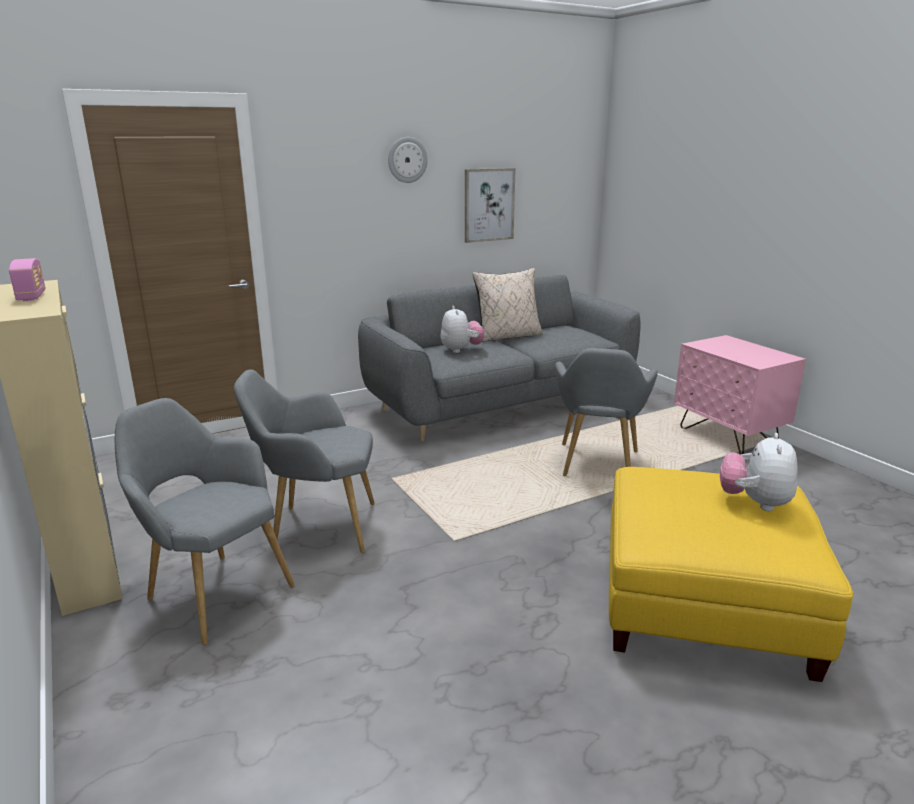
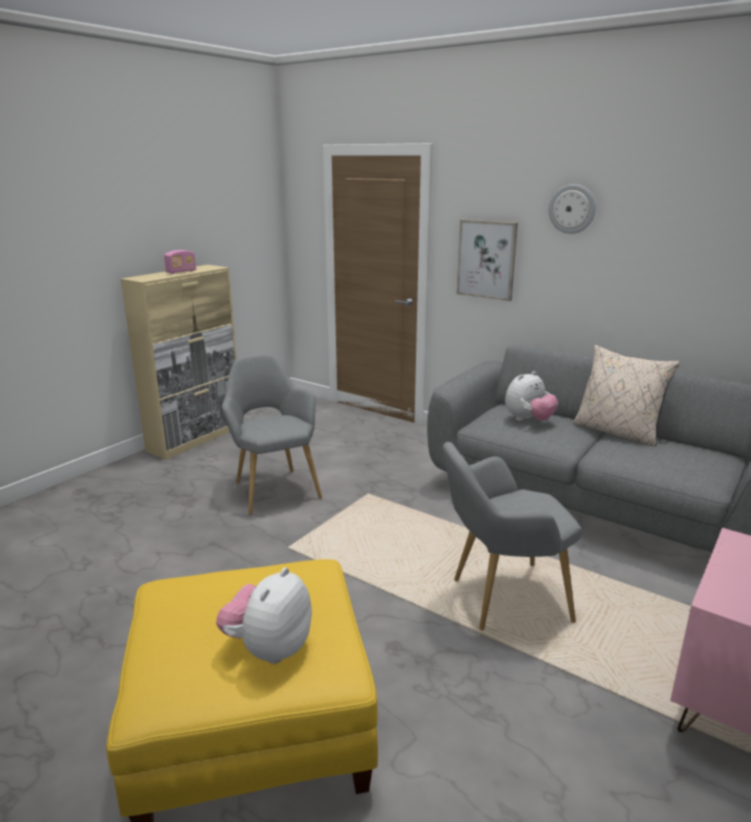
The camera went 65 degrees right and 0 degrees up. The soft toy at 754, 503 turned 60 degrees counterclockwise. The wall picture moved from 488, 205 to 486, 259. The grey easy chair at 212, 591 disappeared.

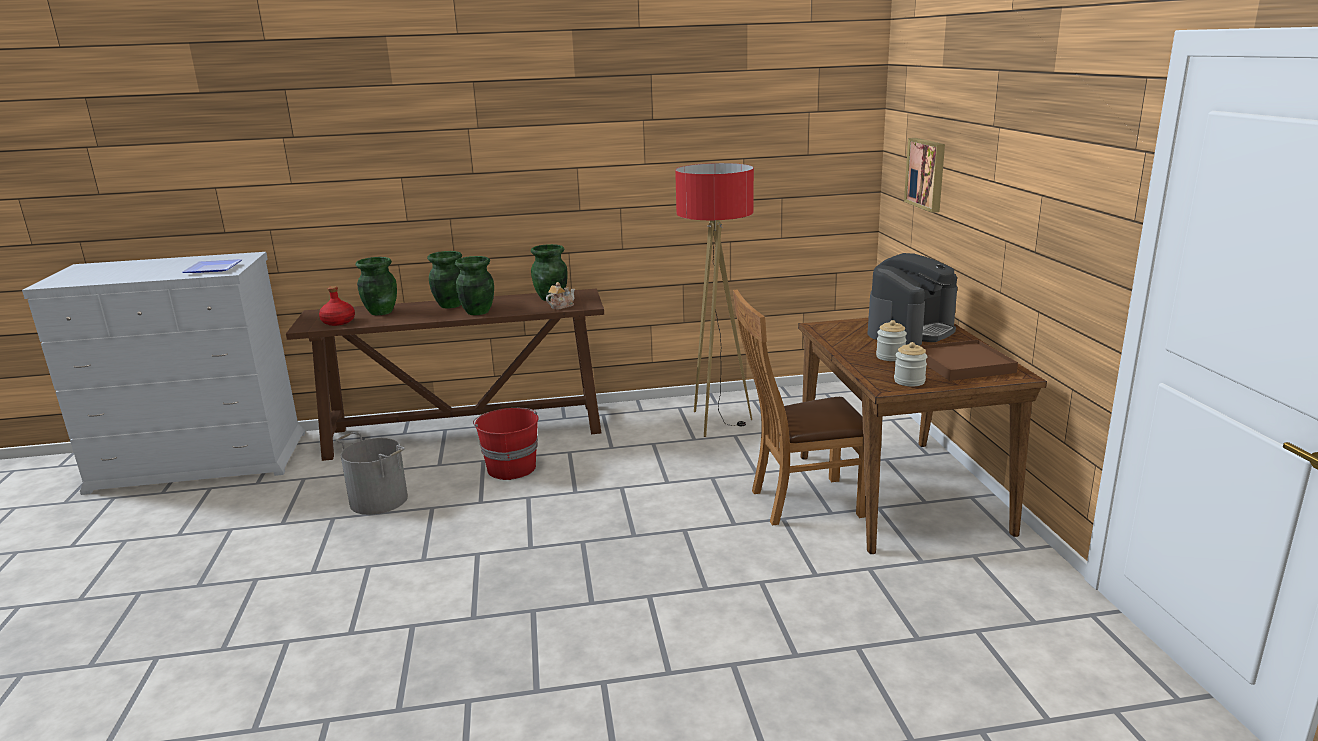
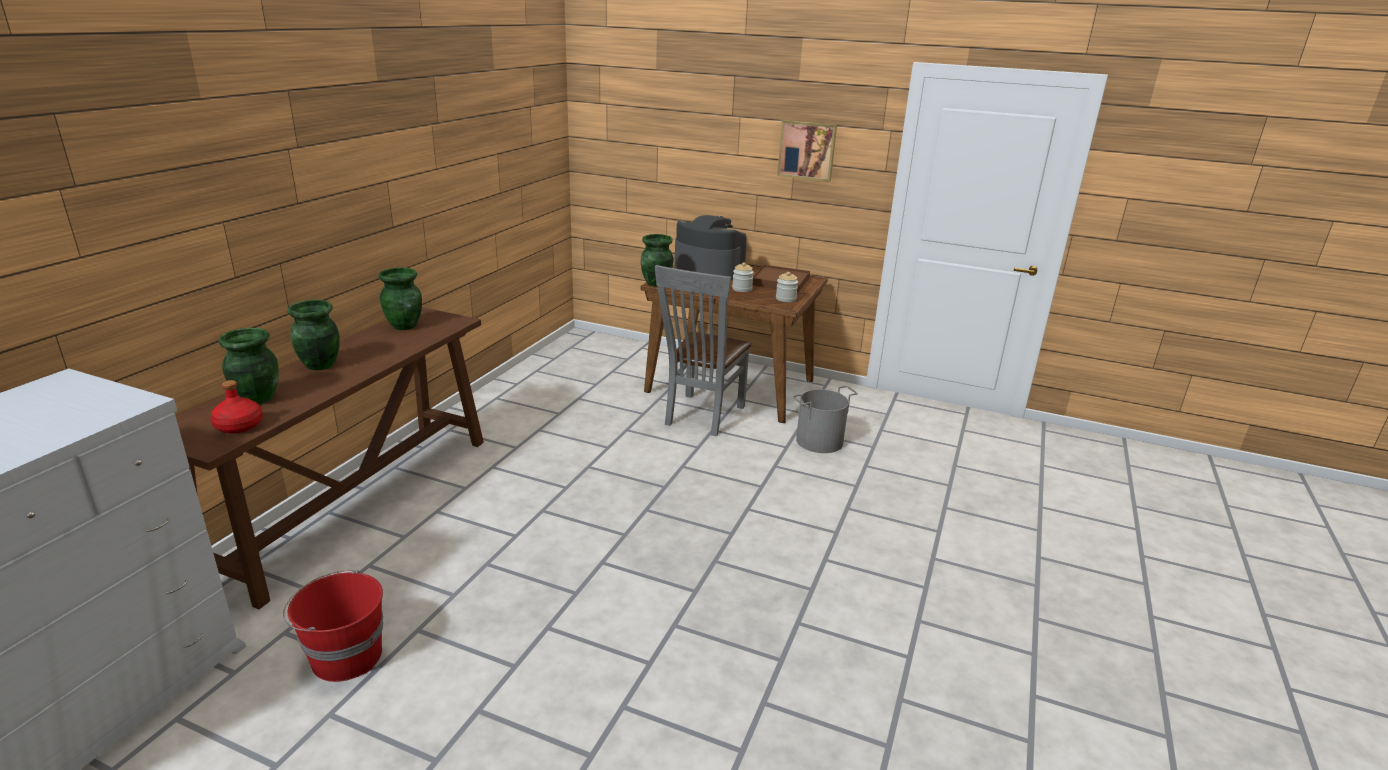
The camera went 60 degrees left and 5 degrees up. The reddish bucket moved from 511, 468 to 345, 656. The greenish decorative vase moved from 477, 312 to 656, 283. The brown-coloured plain chair at 799, 502 became the grey plain chair at 701, 417. The coffee maker at 911, 330 turned 45 degrees counterclockwise. The wall picture moved from 927, 174 to 807, 150. The grey bucket moved from 378, 500 to 820, 441. The flat dish at 211, 269 disappeared. The teapot at 561, 306 disappeared. The standing lamp at 717, 422 disappeared.

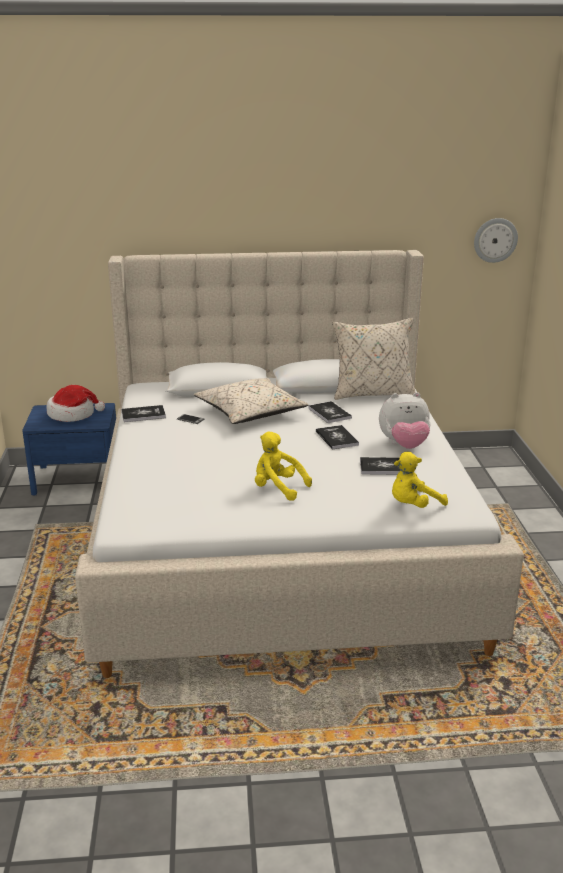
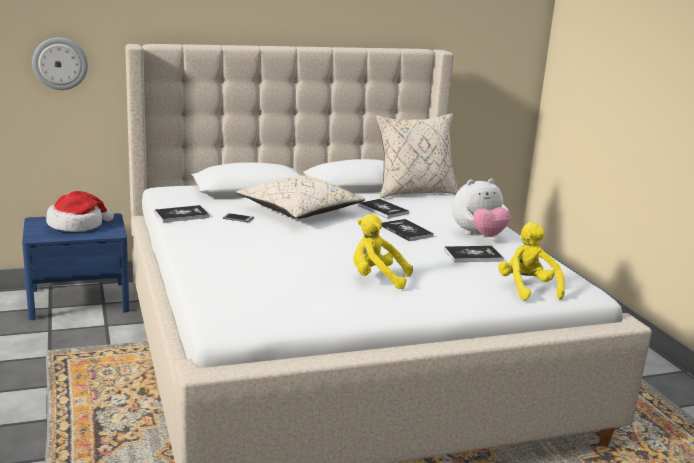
The camera went 15 degrees left and 5 degrees down. The clock on the wall moved from 495, 240 to 60, 63. The yellowish soft toy at 413, 505 turned 120 degrees clockwise.

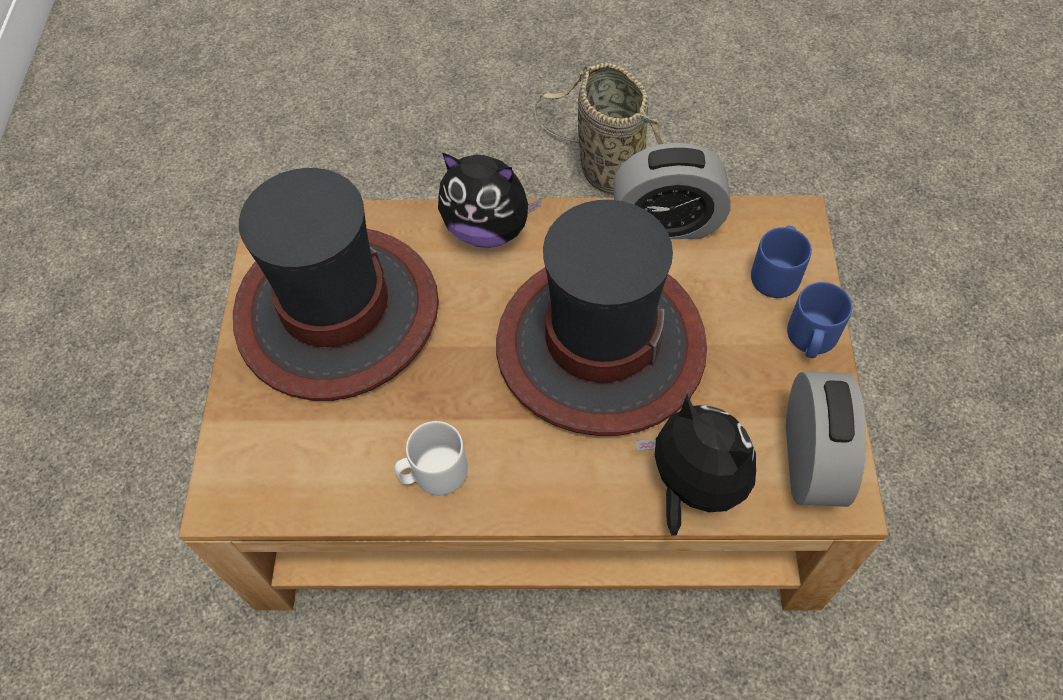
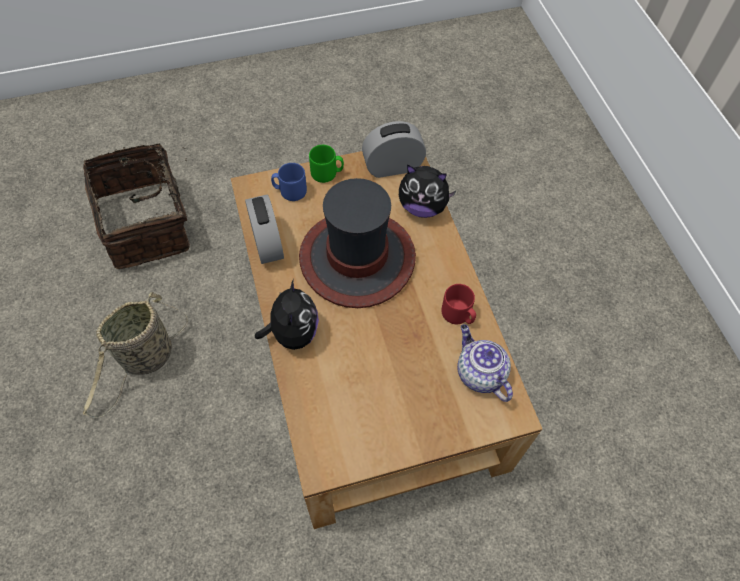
The camera went 110 degrees left and 0 degrees up. The basket at 148, 224 appeared. The bluish tea mug at 811, 339 became the greenish tea mug at 327, 173. The soft toy at 692, 486 turned 105 degrees counterclockwise. The whitish tea mug at 433, 474 became the reddish tea mug at 458, 315. The teapot at 479, 373 appeared. The clothing hat at 337, 313 disappeared.

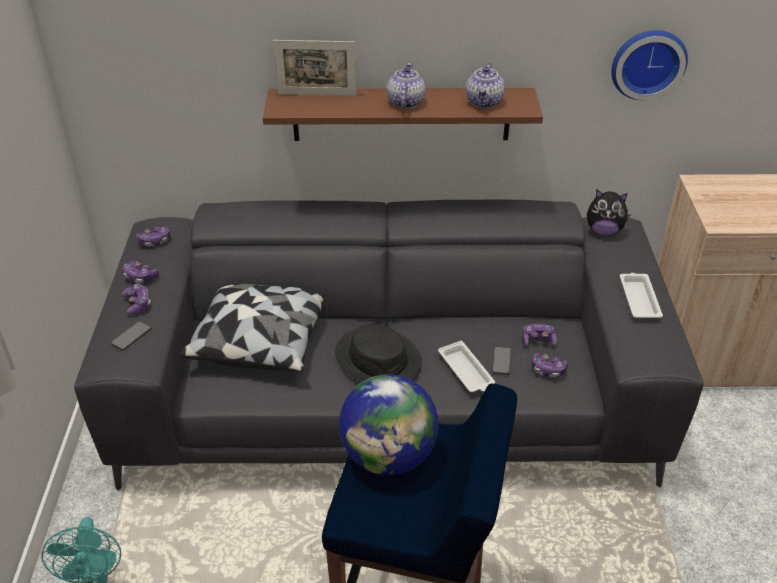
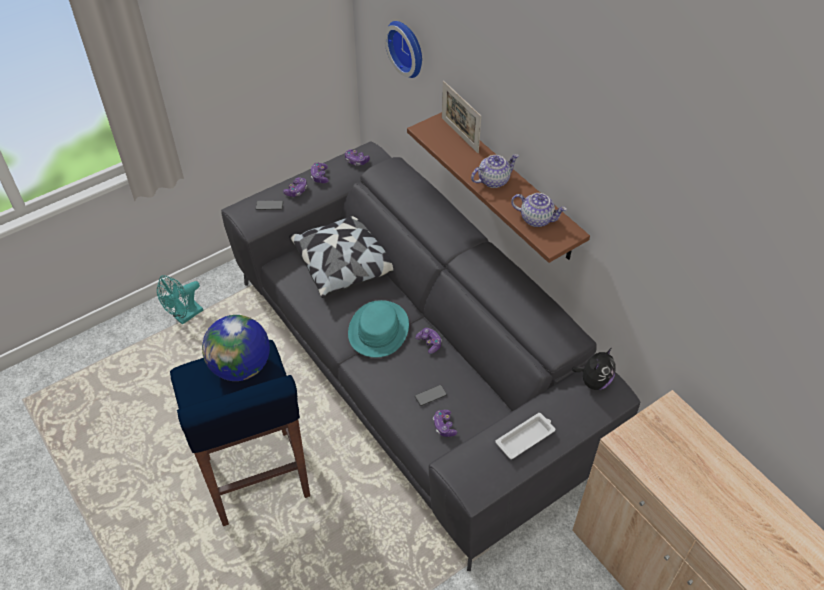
The camera went 55 degrees right and 10 degrees up. The black-coloured clothing hat at 378, 358 became the blue-green clothing hat at 379, 330. The clock on the wall moved from 647, 62 to 408, 47. The game controller moved from 538, 340 to 429, 343. The teapot at 484, 102 turned 135 degrees counterclockwise. The soft toy at 604, 230 turned 120 degrees counterclockwise. The whitish tray at 466, 371 disappeared.

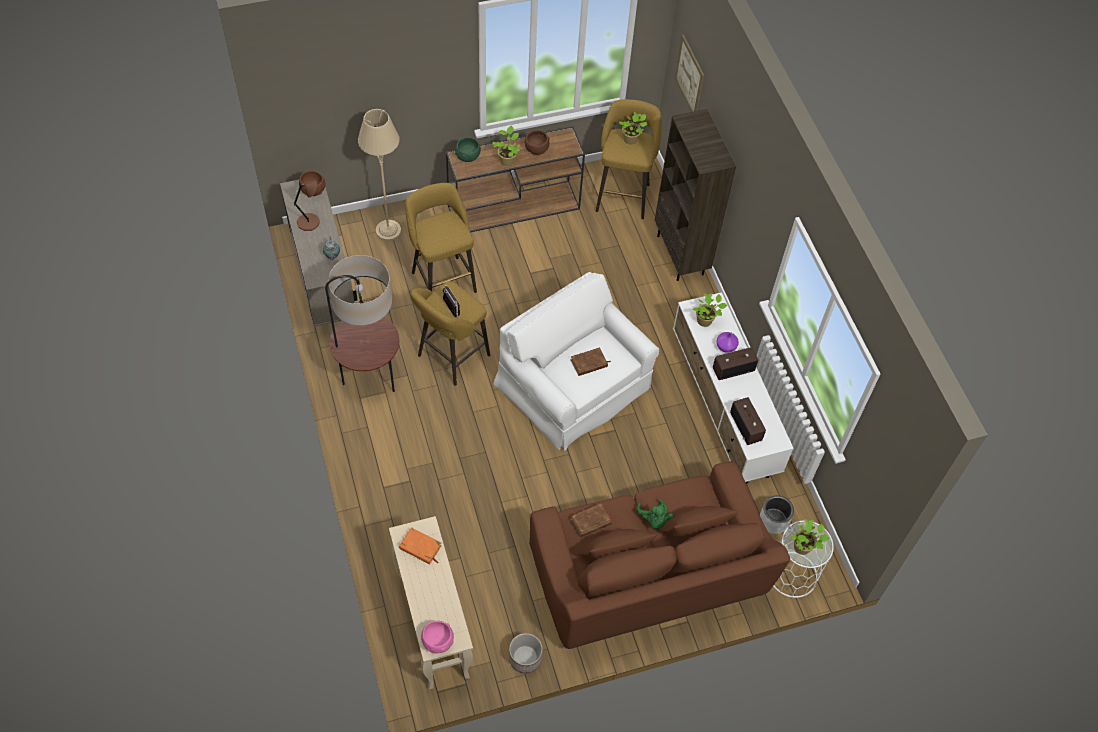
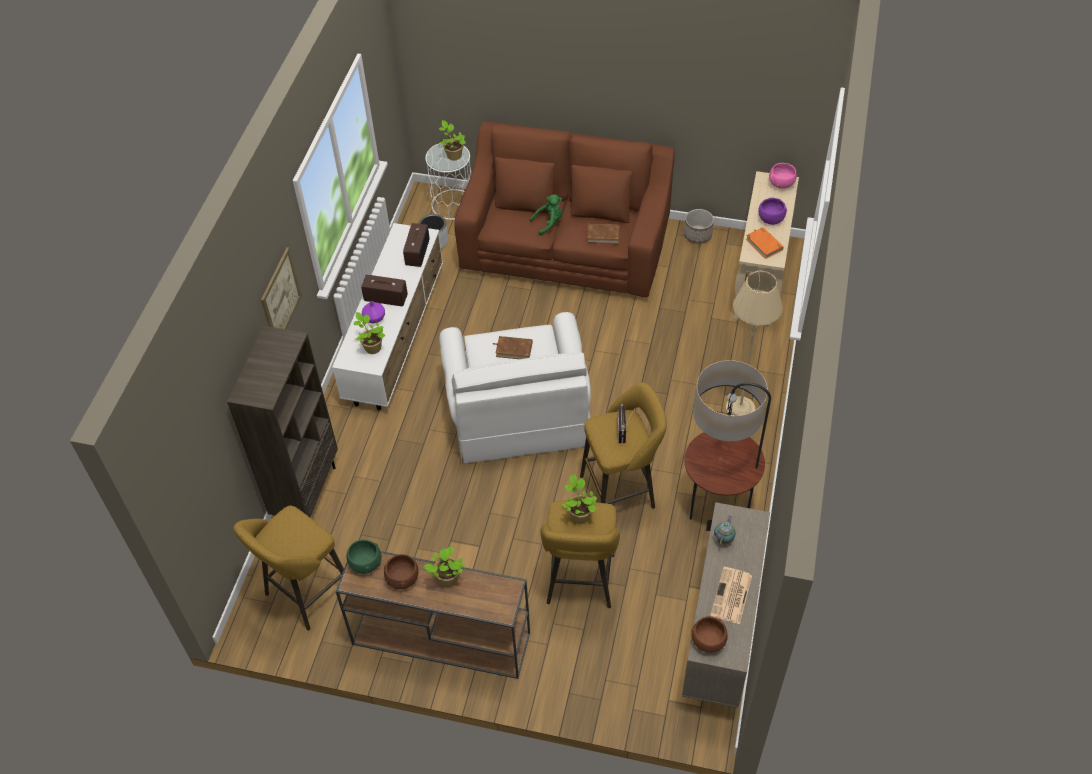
The camera went 145 degrees left and 5 degrees down. The wall picture moved from 690, 76 to 280, 297. The greenish serving bowl moved from 468, 156 to 365, 563. The greenish soft toy at 654, 519 turned 45 degrees clockwise. The plant in a pot moved from 631, 140 to 579, 514. The brown-coloured tabletop lamp at 309, 222 was replaced by the printed paper at 731, 596. The beige-coloured standing lamp moved from 388, 231 to 740, 409. The purple-coloured serving bowl at 770, 218 appeared.

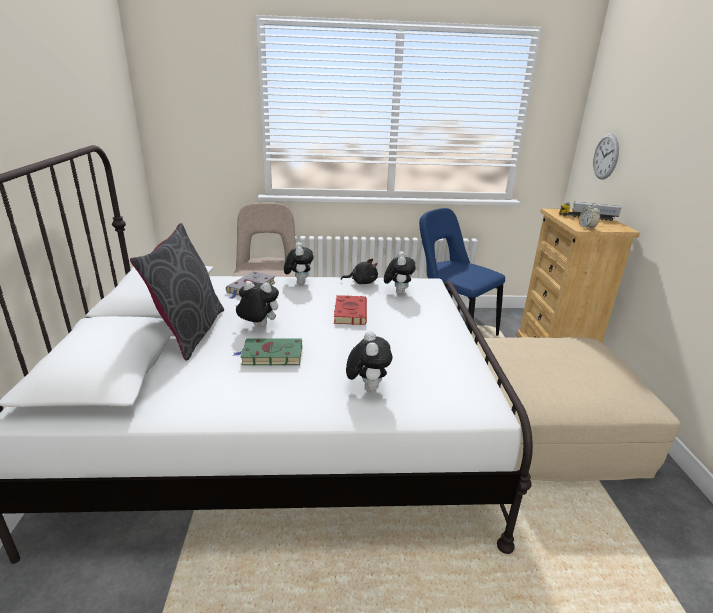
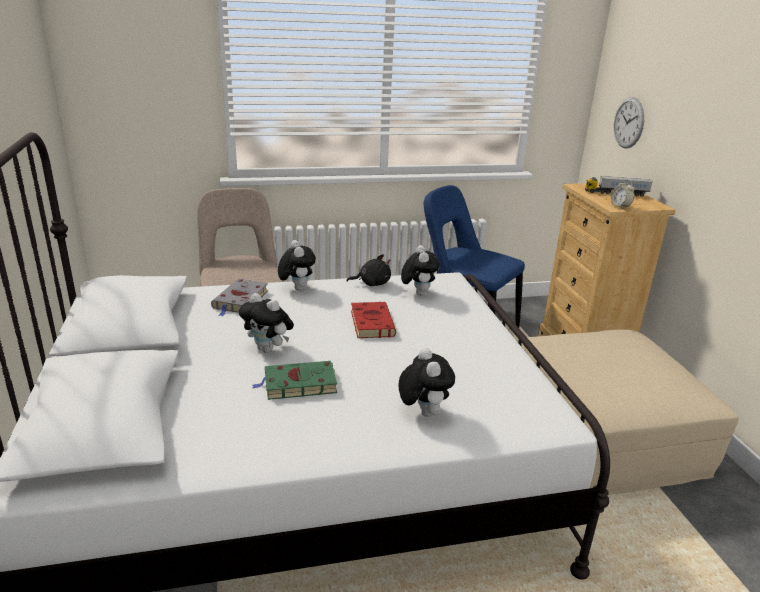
The camera went 10 degrees left and 0 degrees up. The soft toy at 258, 326 turned 150 degrees counterclockwise. The grey cushion at 189, 332 disappeared.

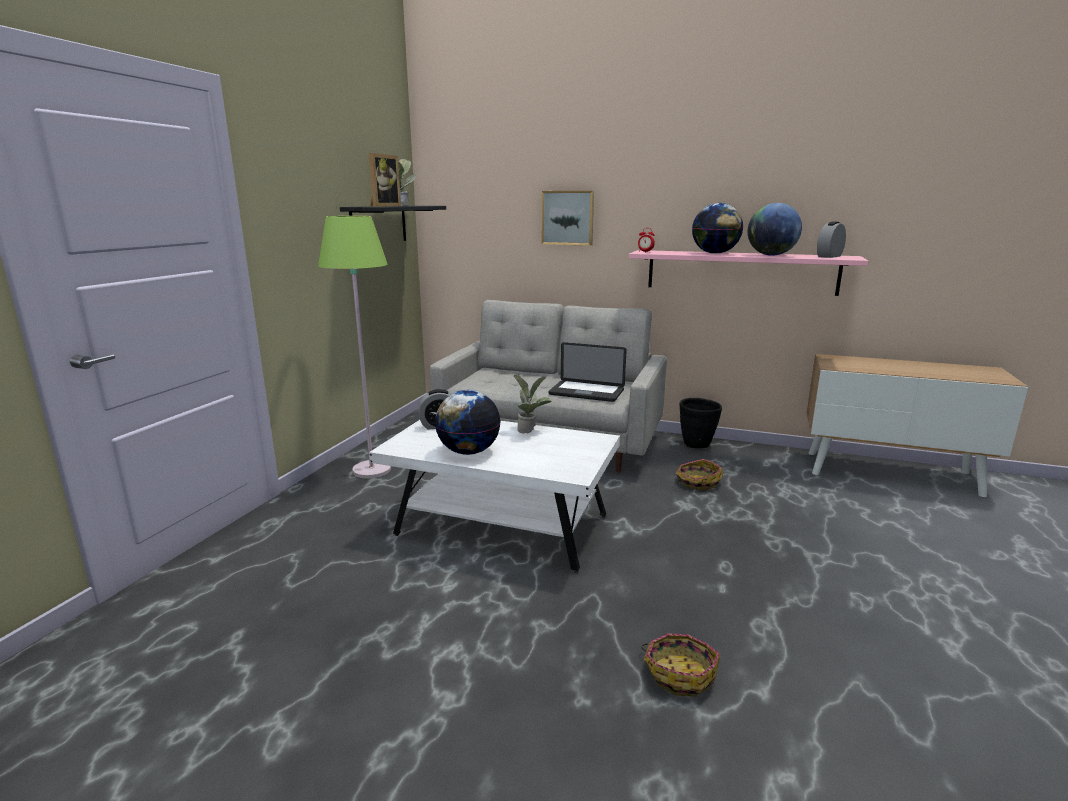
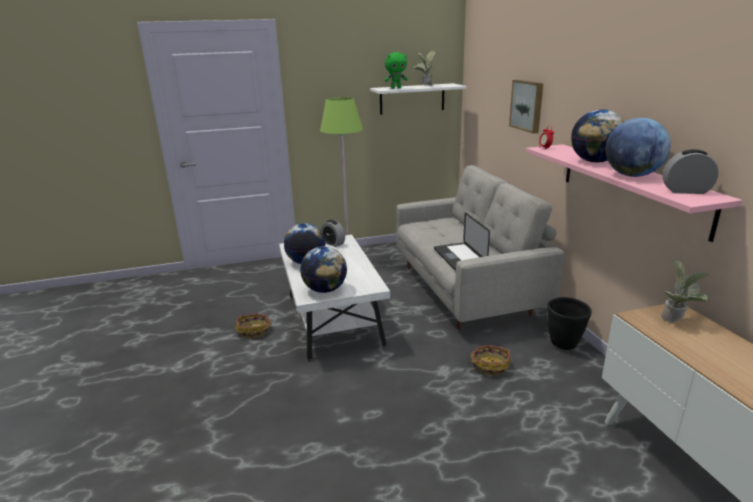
The camera went 55 degrees right and 5 degrees up. The basket moved from 679, 673 to 254, 330. The world globe at 325, 290 appeared. The black-coloured shelf at 379, 225 became the whitish shelf at 412, 99. The standing frame at 383, 206 was replaced by the greenish soft toy at 396, 88. The plant in a pot moved from 530, 430 to 677, 320.

